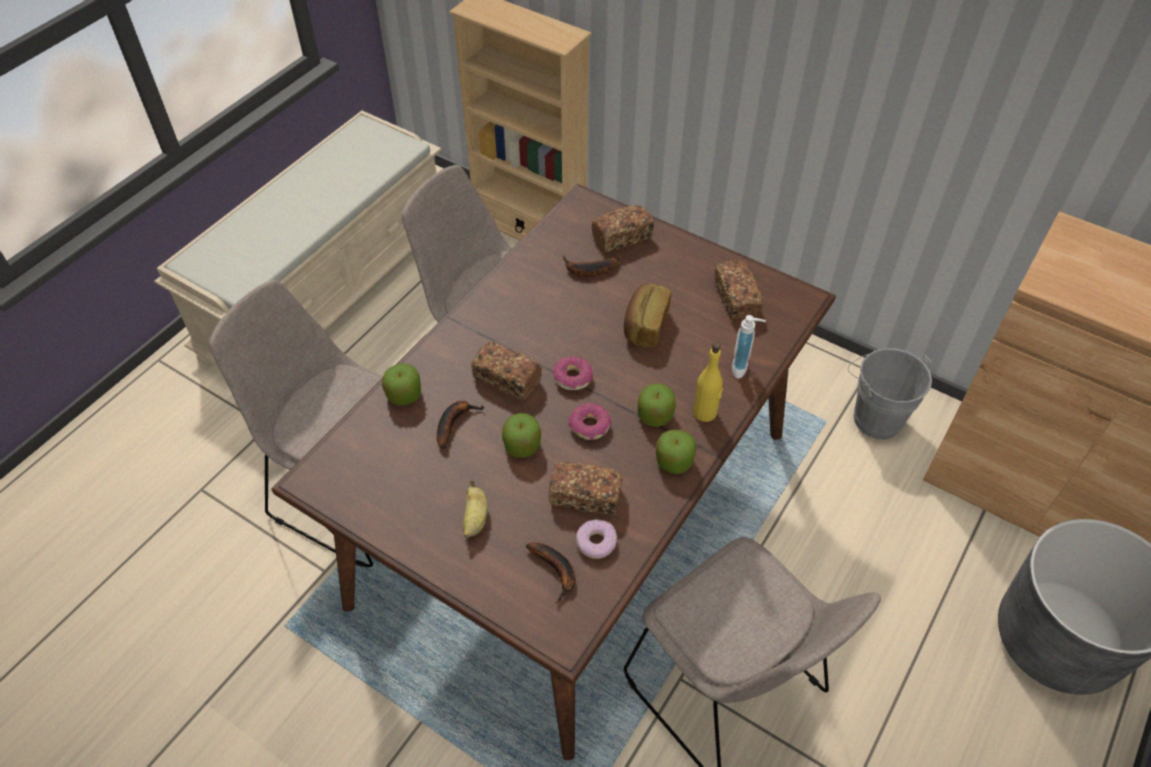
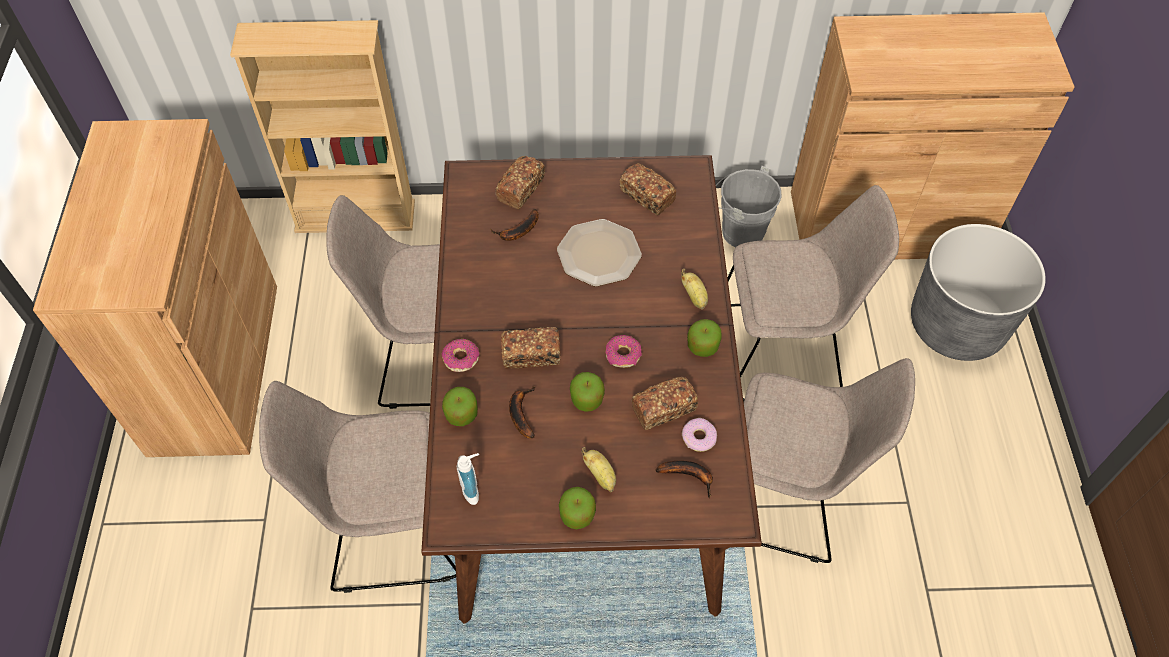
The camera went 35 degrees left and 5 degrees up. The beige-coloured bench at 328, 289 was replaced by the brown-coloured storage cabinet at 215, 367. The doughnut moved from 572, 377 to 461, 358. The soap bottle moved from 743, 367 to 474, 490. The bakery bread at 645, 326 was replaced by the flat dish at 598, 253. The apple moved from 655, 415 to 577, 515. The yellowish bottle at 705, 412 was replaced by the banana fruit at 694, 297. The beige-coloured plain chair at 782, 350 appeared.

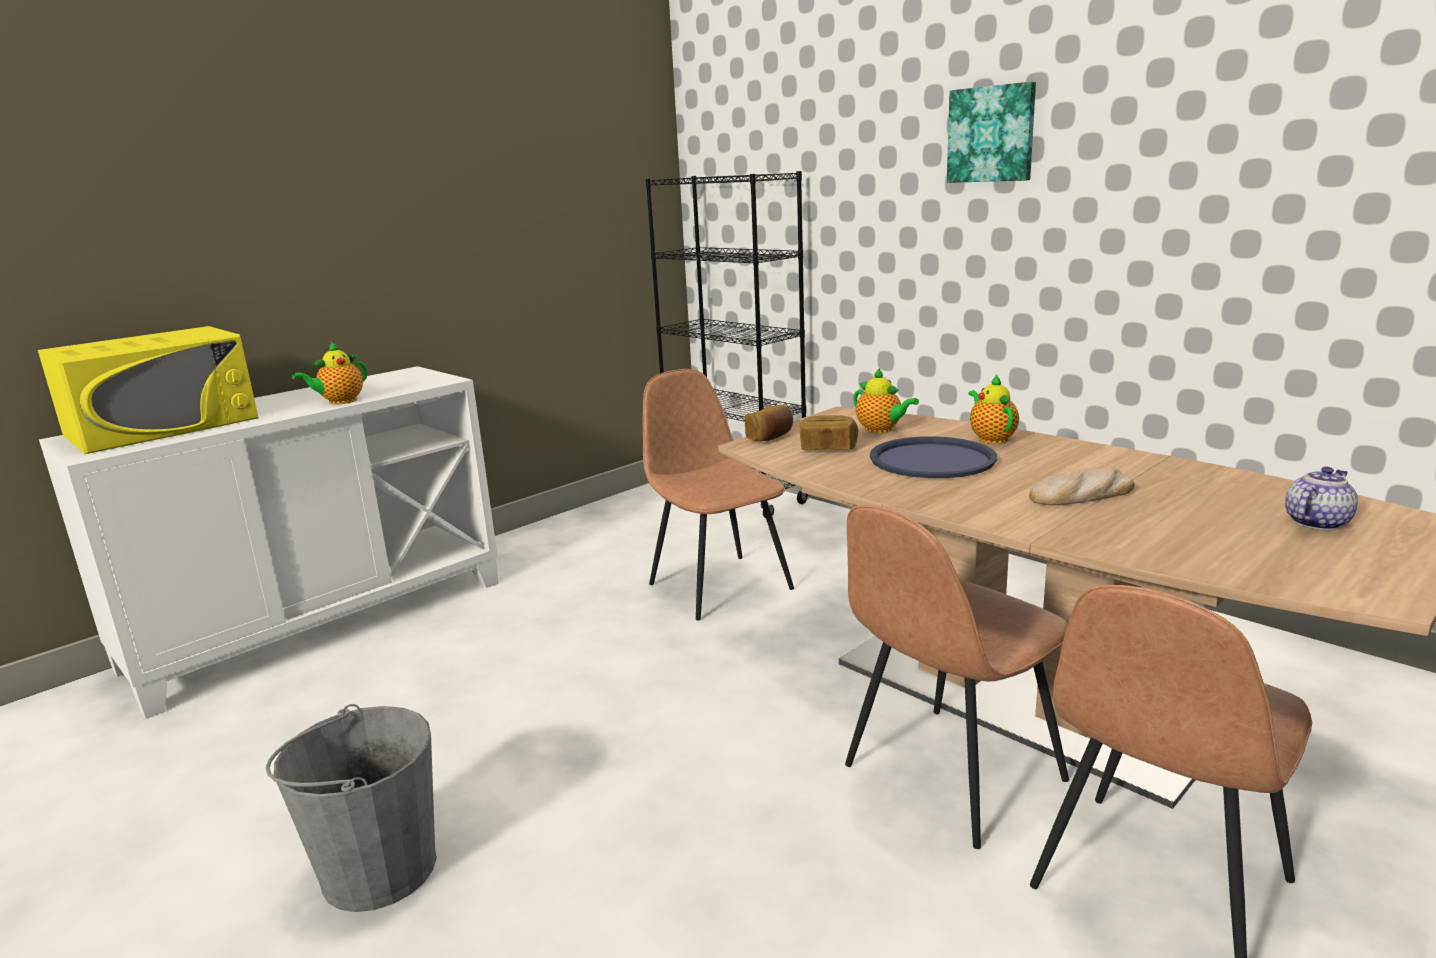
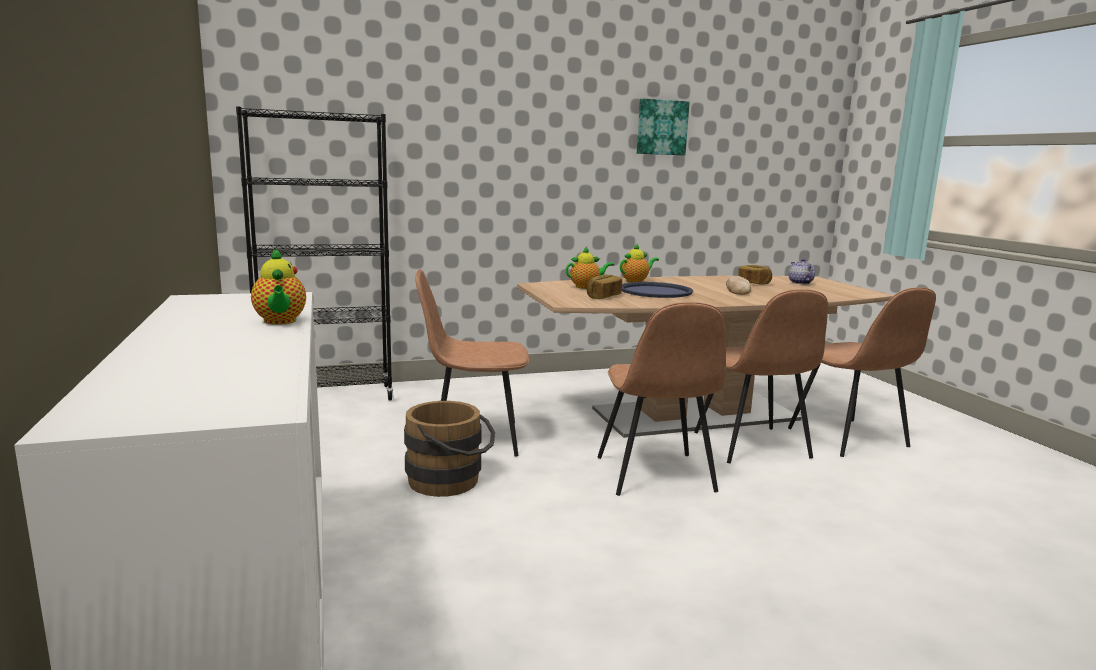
The camera went 65 degrees left and 5 degrees down. The brown-coloured bucket at 450, 482 appeared. The brown-coloured plain chair at 655, 475 appeared. The teapot at 991, 438 turned 135 degrees clockwise. The wall picture moved from 991, 134 to 661, 127. The bakery bread moved from 771, 437 to 754, 283. The yellowish microwave at 163, 426 disappeared. The grey bucket at 378, 869 disappeared.

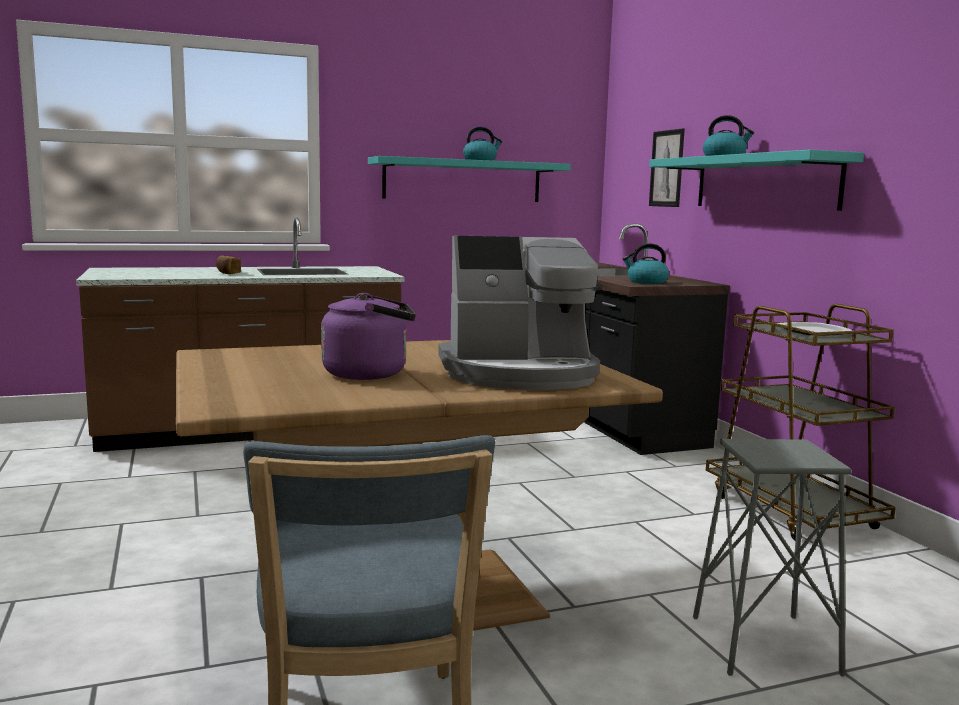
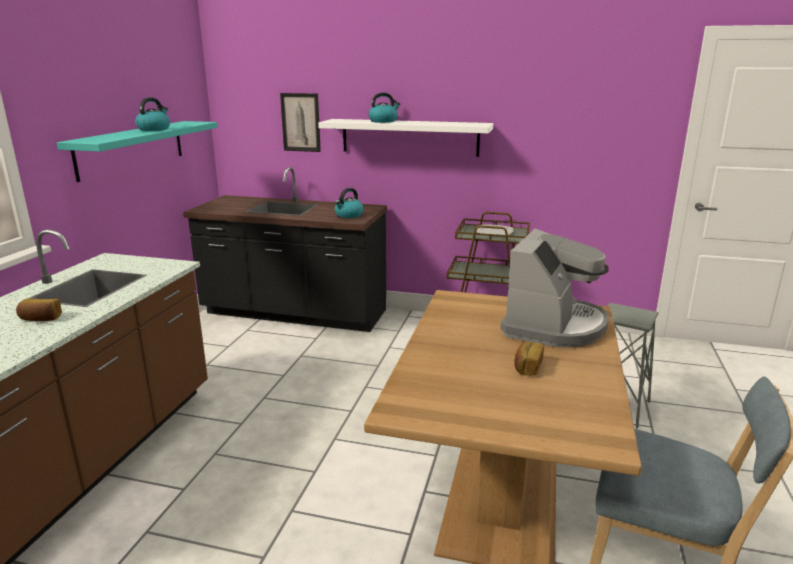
The camera went 55 degrees left and 10 degrees up. The blue-green shelf at 764, 182 became the whitish shelf at 409, 137. The purple-coloured tea kettle at 370, 374 was replaced by the bakery bread at 527, 367.

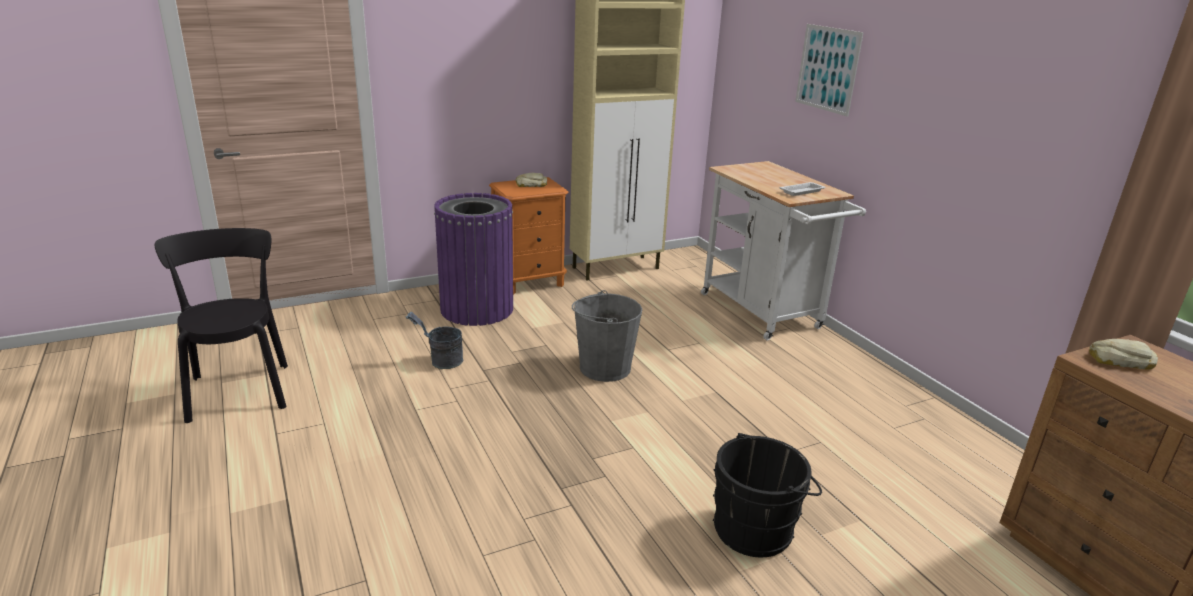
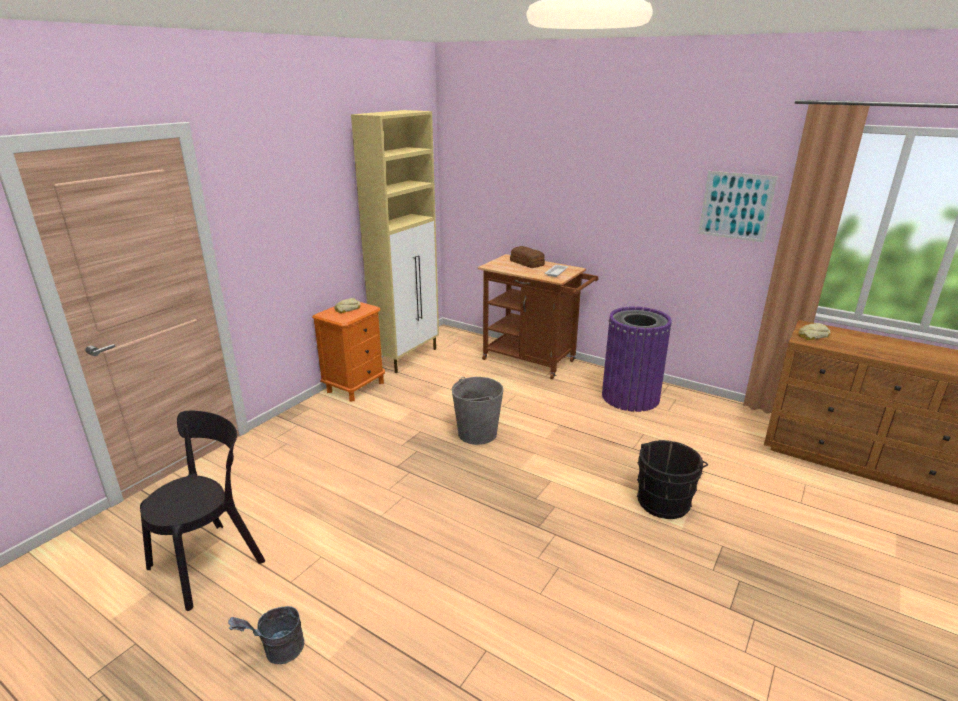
The camera went 30 degrees left and 0 degrees up. The black-coloured plain chair at 239, 389 turned 90 degrees clockwise. The grey bucket moved from 440, 362 to 277, 652. The whitish cart at 765, 314 became the brown-coloured cart at 534, 361. The bakery bread at 527, 263 appeared. The purple-coloured waste bin moved from 477, 309 to 630, 397. The wall picture moved from 827, 69 to 736, 206.

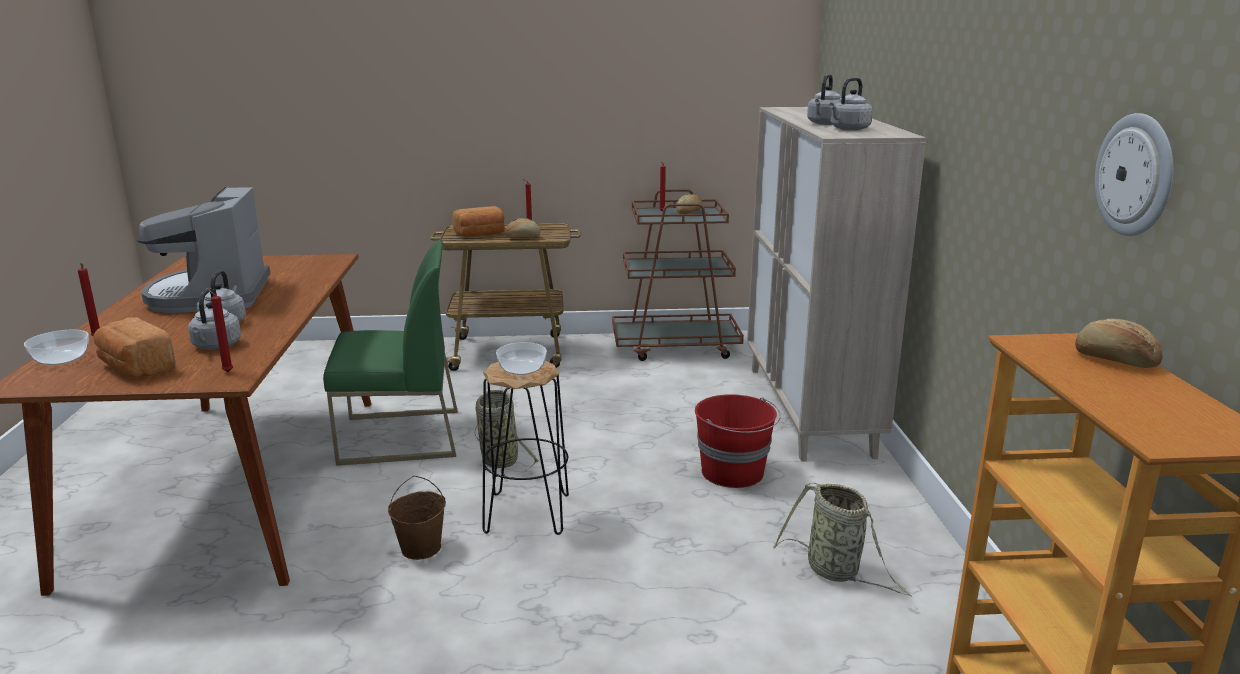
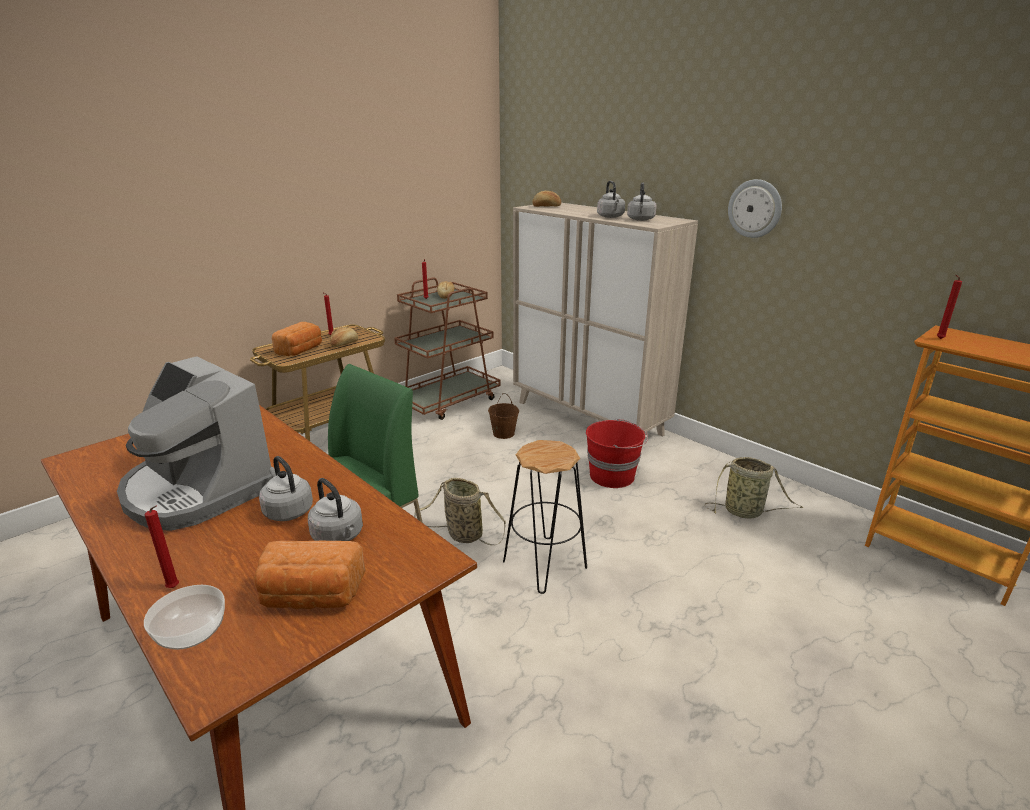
The camera went 40 degrees left and 5 degrees up. The brown-coloured bucket moved from 421, 548 to 503, 433. The bakery bread moved from 1114, 361 to 546, 206. The clock on the wall moved from 1136, 175 to 755, 208. The reddish candle moved from 226, 372 to 939, 339. The serving bowl at 522, 369 disappeared.

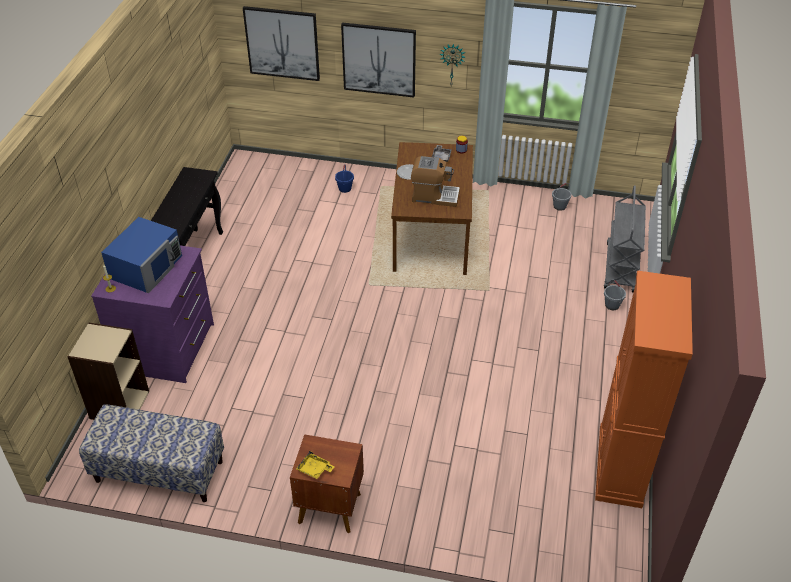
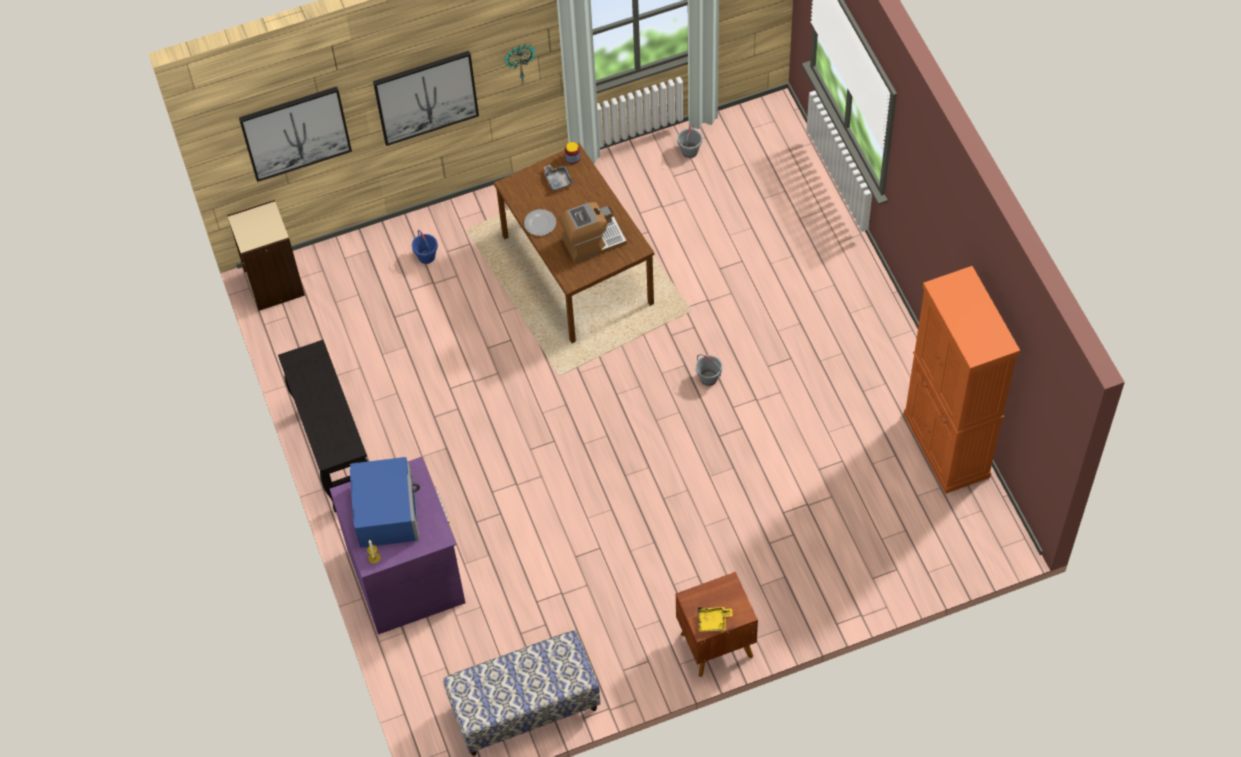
The camera went 30 degrees left and 15 degrees up. The beige-coloured bookshelf moved from 119, 404 to 273, 284. The grey bucket moved from 612, 305 to 708, 378. The grey cart at 620, 268 disappeared.

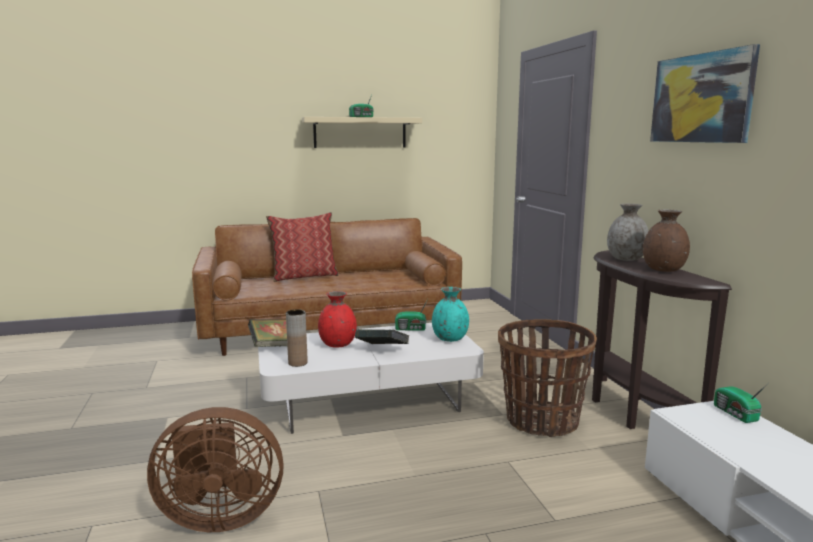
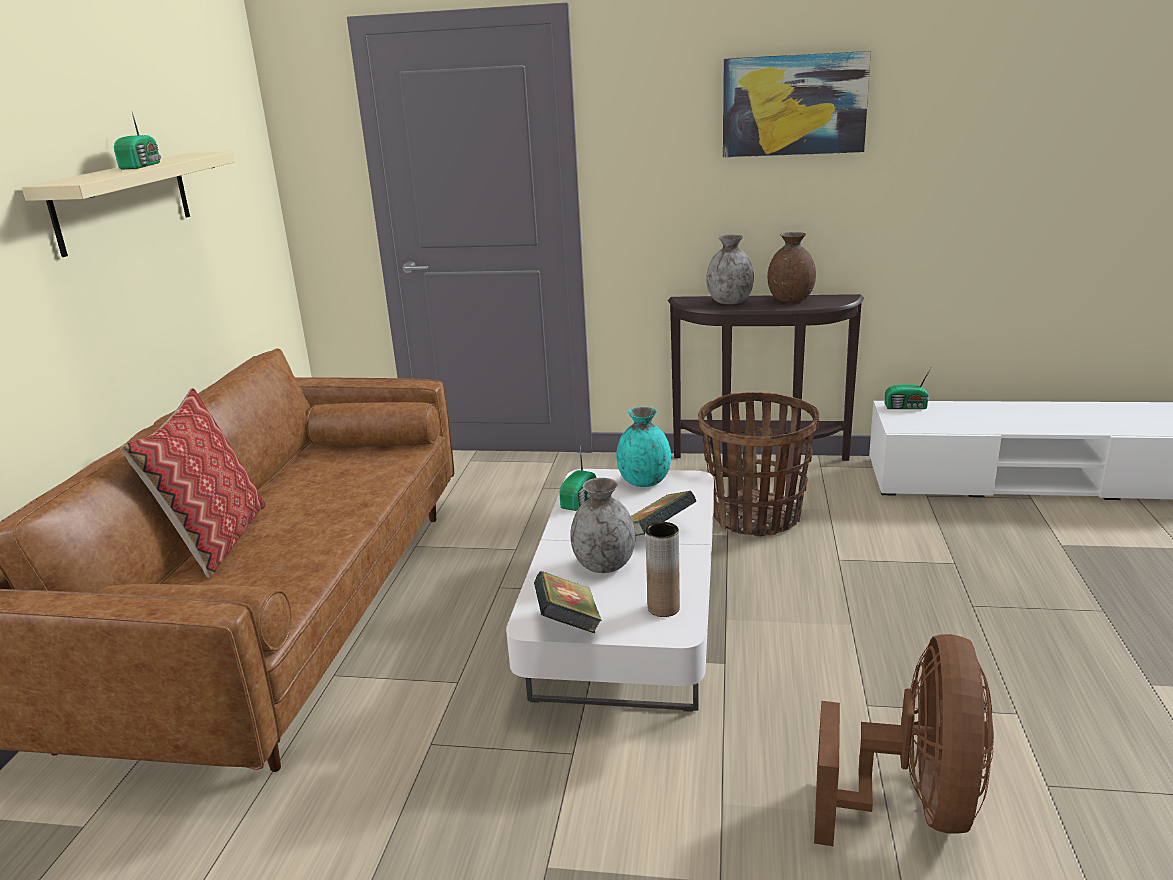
The camera went 65 degrees left and 10 degrees up. The reddish decorative vase at 338, 344 became the grey decorative vase at 603, 565.

